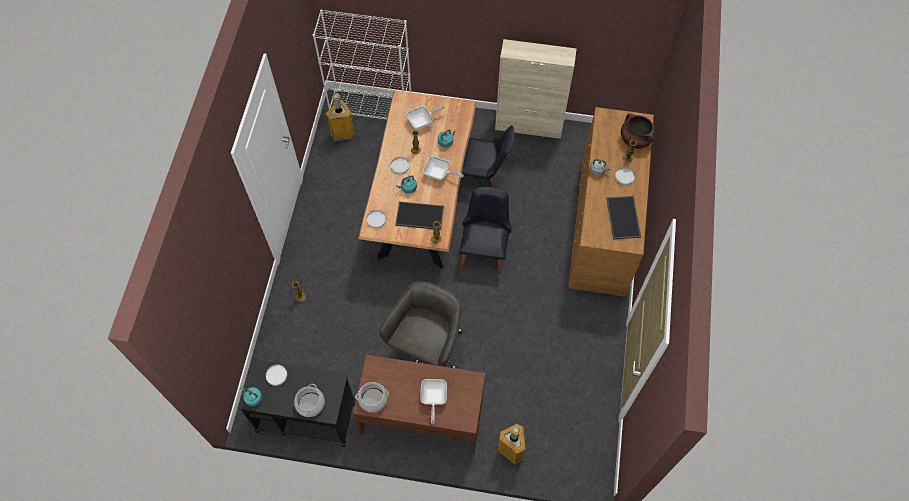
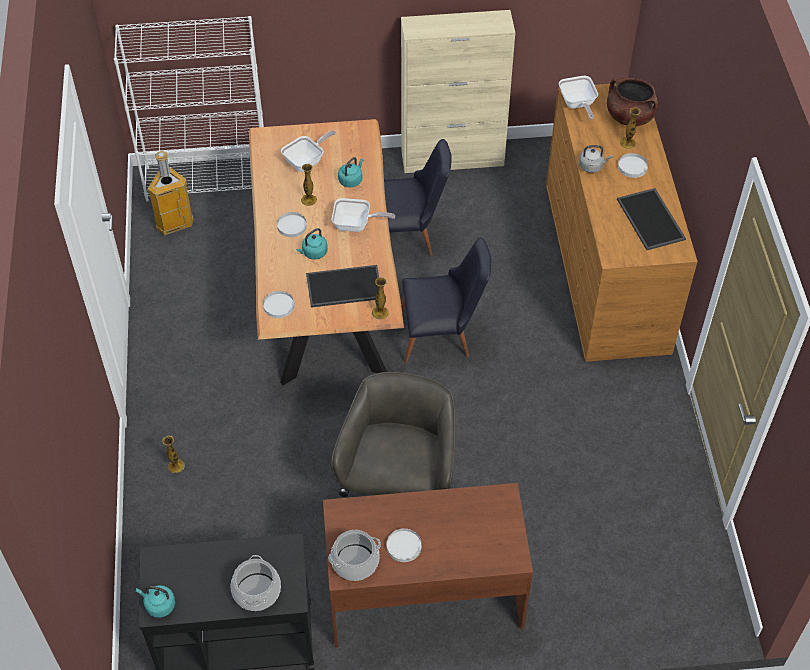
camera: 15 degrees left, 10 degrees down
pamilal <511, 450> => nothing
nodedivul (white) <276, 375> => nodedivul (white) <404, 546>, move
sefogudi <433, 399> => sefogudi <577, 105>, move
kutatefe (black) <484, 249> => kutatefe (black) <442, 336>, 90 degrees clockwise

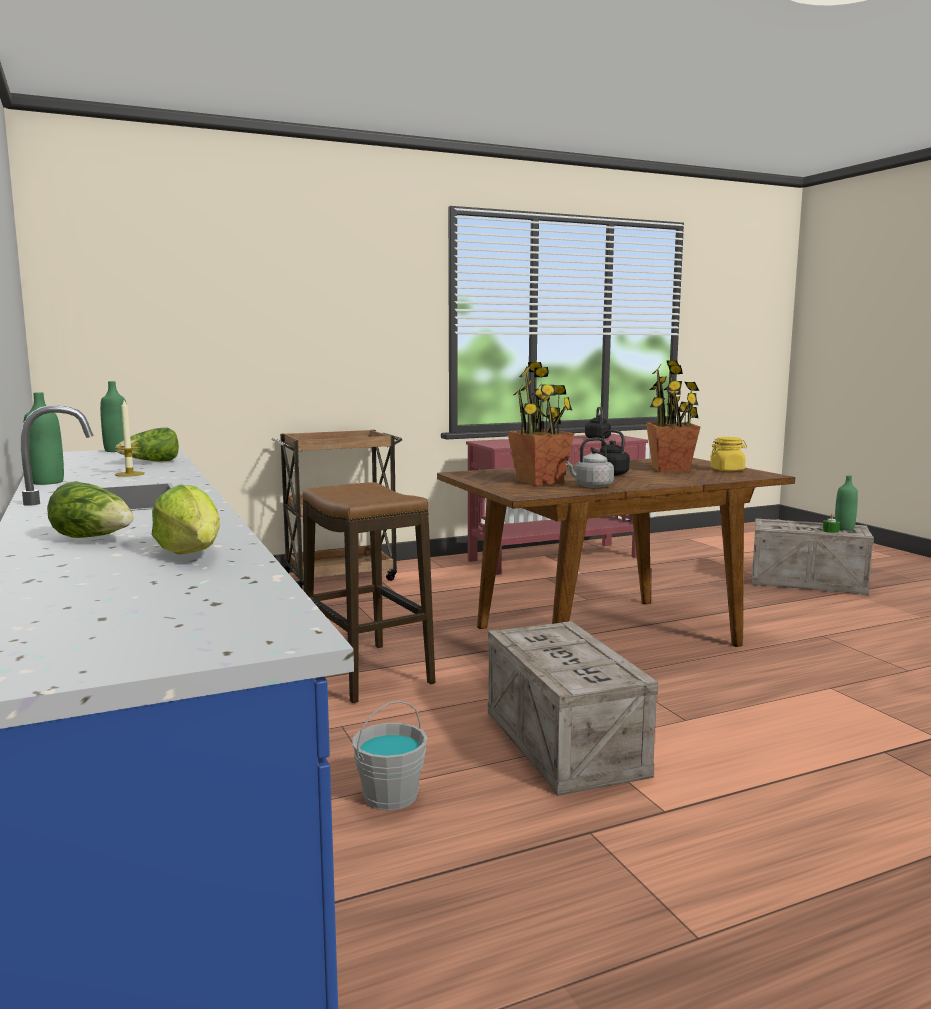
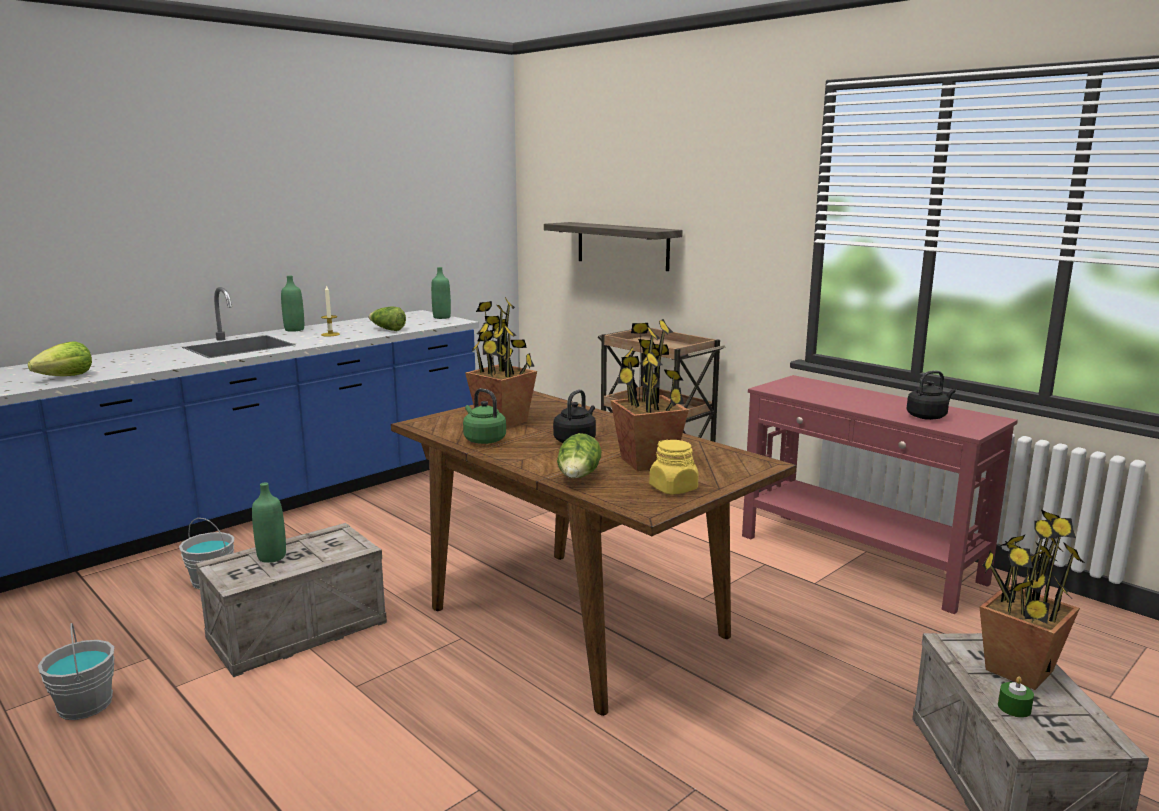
camera: 70 degrees right, 5 degrees up
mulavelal <367, 673> => nothing
nothing => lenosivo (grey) <86, 705>
nothing => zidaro <622, 245>
nothing => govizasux <1019, 670>
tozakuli <95, 538> => tozakuli <578, 477>, move
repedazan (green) <844, 528> => repedazan (green) <272, 557>, move
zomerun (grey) <591, 486> => zomerun (green) <483, 440>

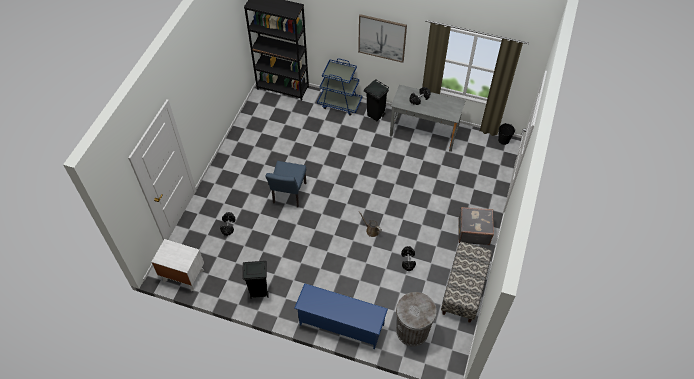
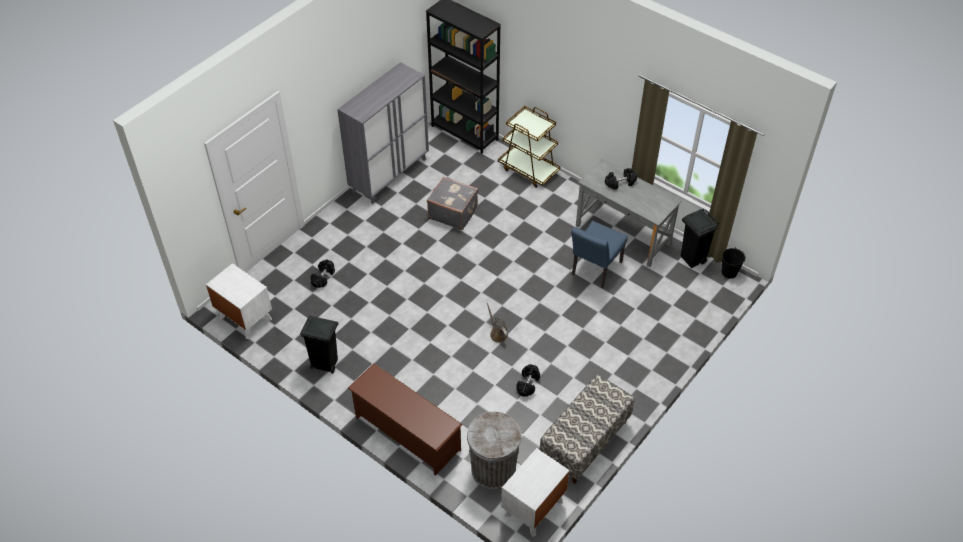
camera: 20 degrees right, 5 degrees down
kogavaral <382, 38> => nothing
nothing => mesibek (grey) <389, 175>
nothing => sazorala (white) <533, 508>
kutatefe (blue) <288, 195> => kutatefe (blue) <594, 270>, move
pamilal (black) <375, 115> => pamilal (black) <692, 259>, move
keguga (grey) <473, 231> => keguga (grey) <453, 212>, move
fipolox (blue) <341, 325> => fipolox (brown) <406, 433>
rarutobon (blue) <340, 103> => rarutobon (brown) <529, 170>

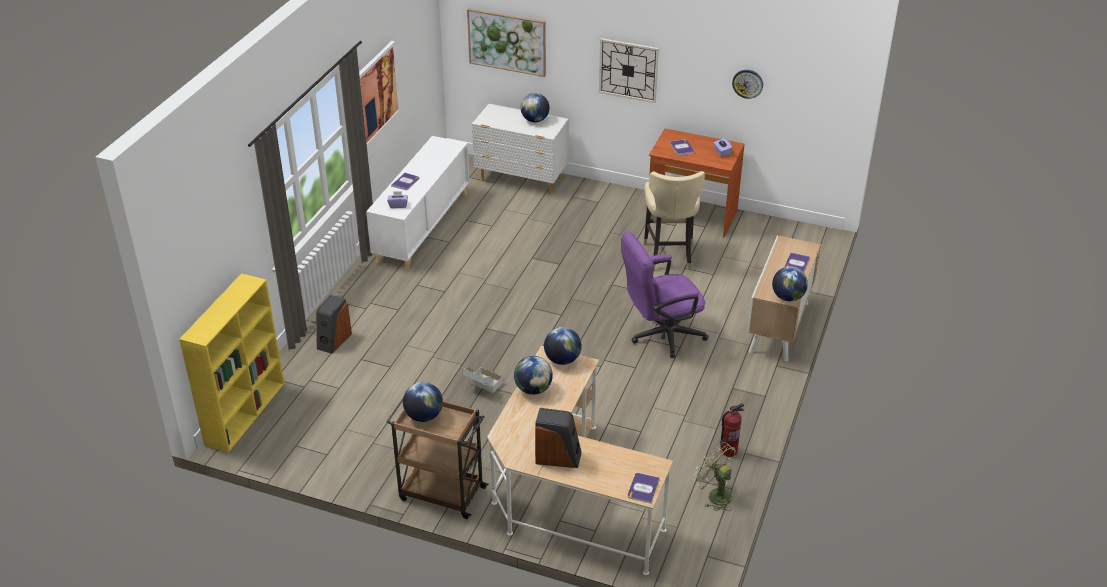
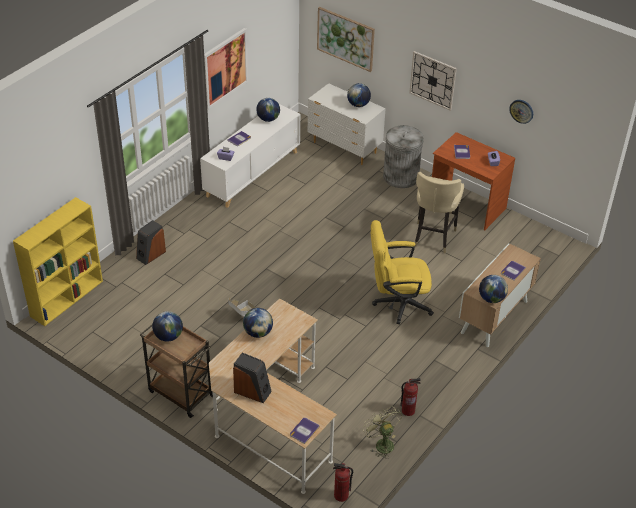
camera: 15 degrees right, 5 degrees up
nothing => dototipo <341, 496>
nothing => pamilal (grey) <401, 177>
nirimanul <562, 360> => nirimanul <268, 119>, move
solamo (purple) <660, 335> => solamo (yellow) <397, 303>

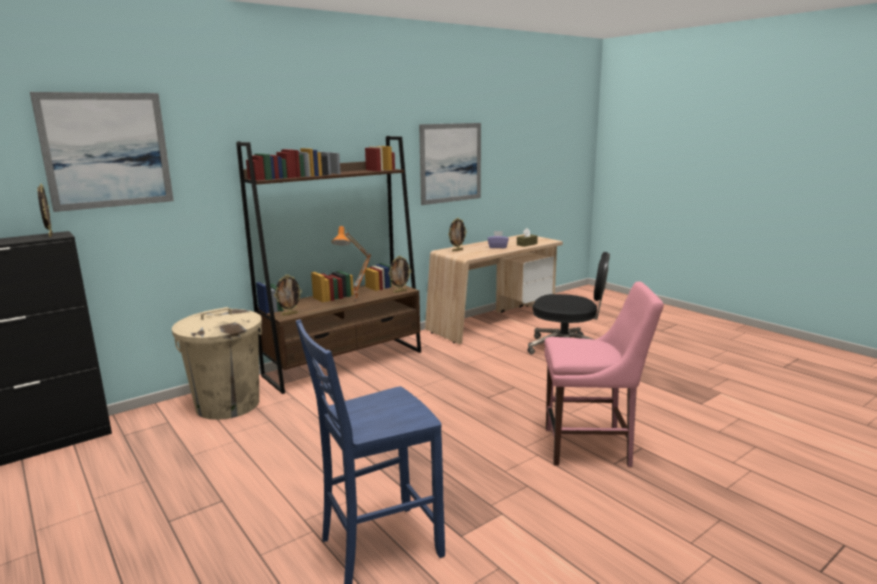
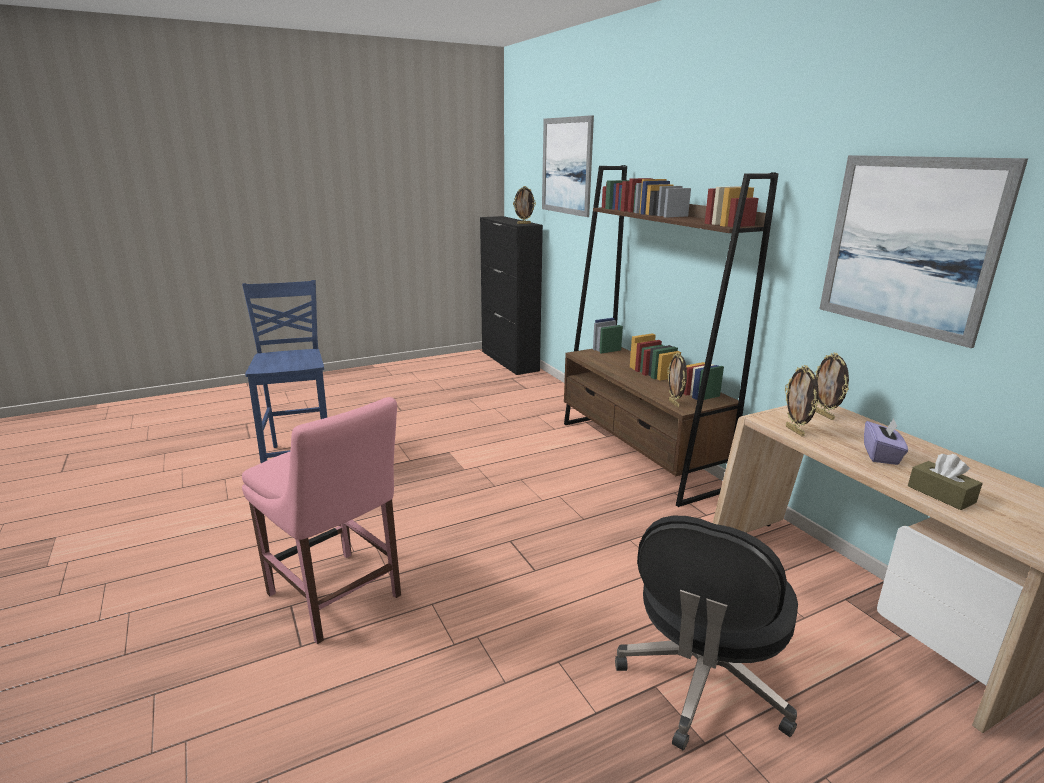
camera: 100 degrees right, 5 degrees up
pamilal (beige) <227, 404> => nothing
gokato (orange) <357, 300> => nothing
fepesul <289, 314> => fepesul <795, 431>, move
kutatefe (pink) <592, 447> => kutatefe (pink) <337, 598>, 60 degrees counterclockwise

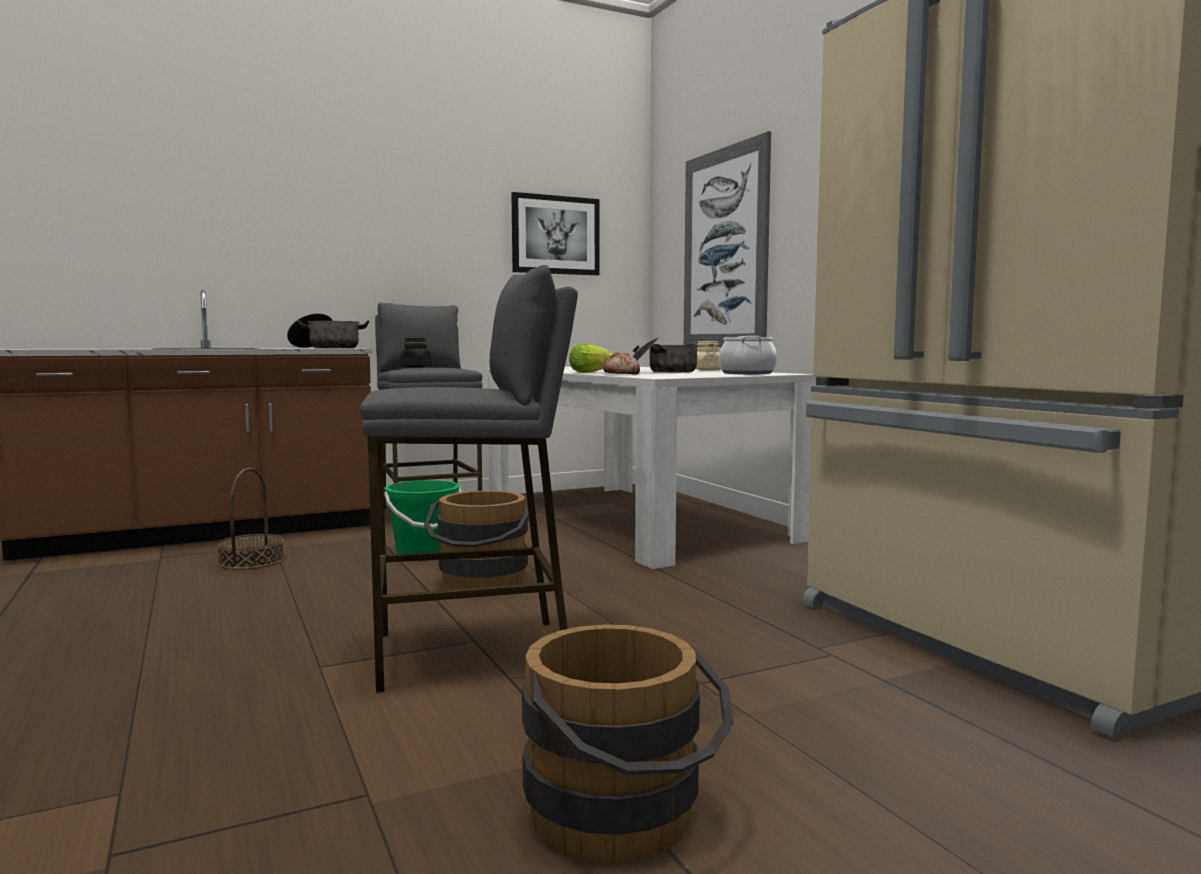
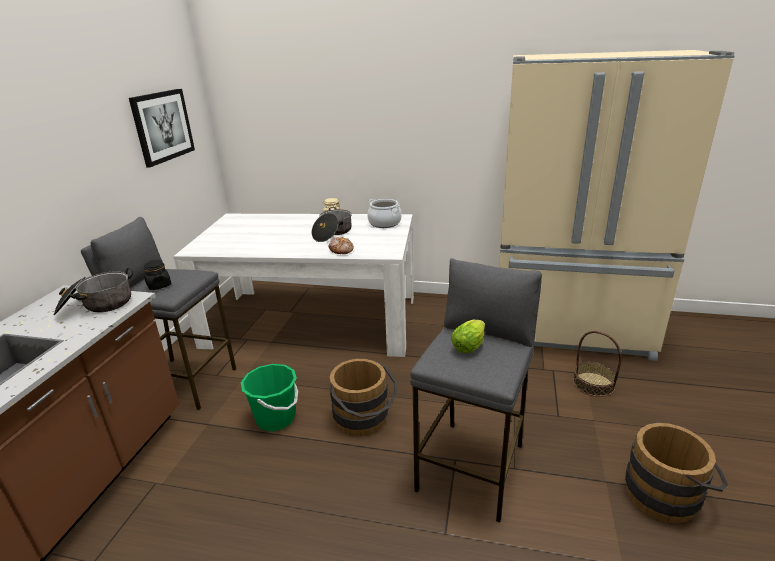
camera: 50 degrees left, 20 degrees up
kogavaral <725, 249> => nothing
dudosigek <251, 561> => dudosigek <593, 384>, move
tozakuli <592, 372> => tozakuli <470, 345>, move

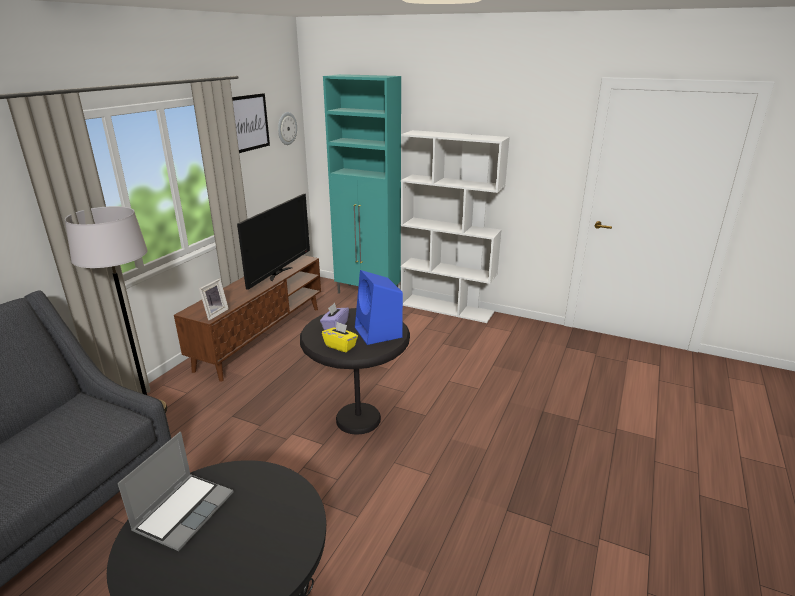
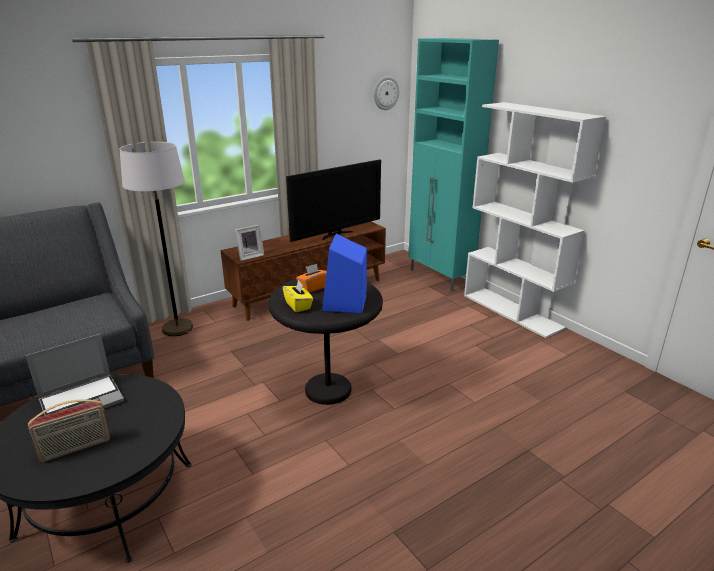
camera: 30 degrees right, 0 degrees up
kogavaral <249, 122> => nothing
nothing => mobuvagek <75, 448>
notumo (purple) <335, 326> => notumo (orange) <313, 287>

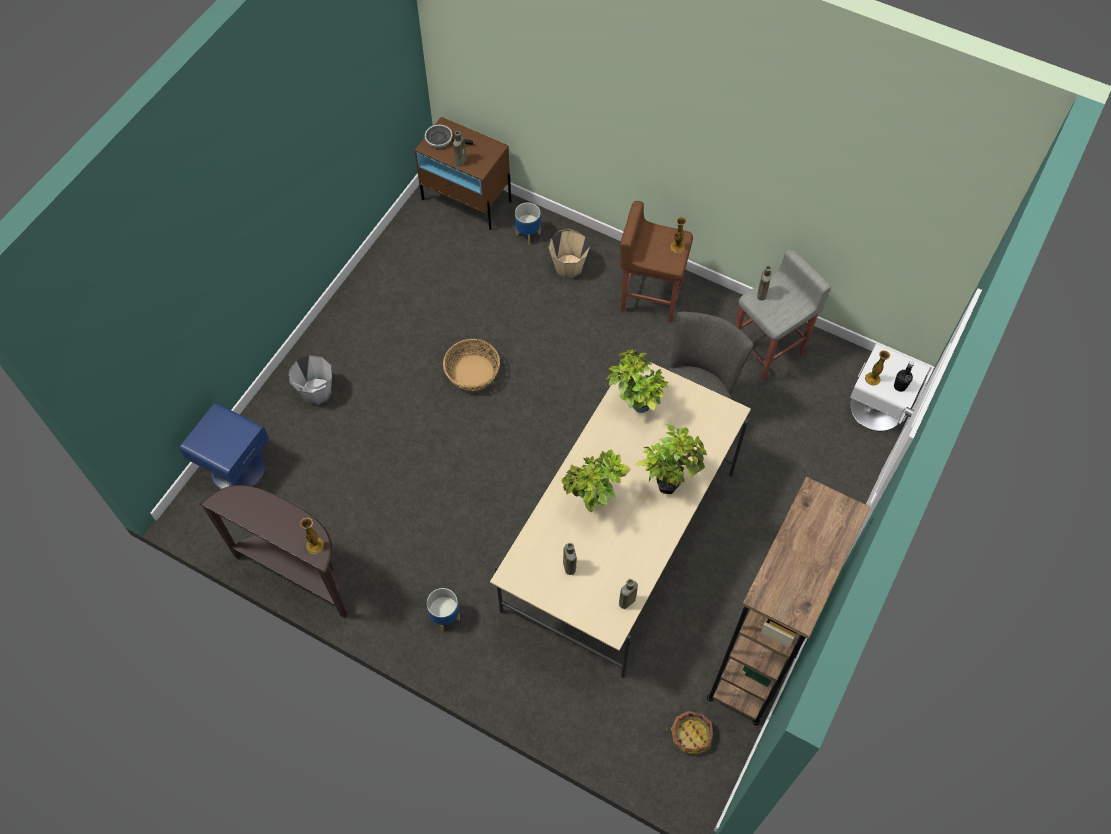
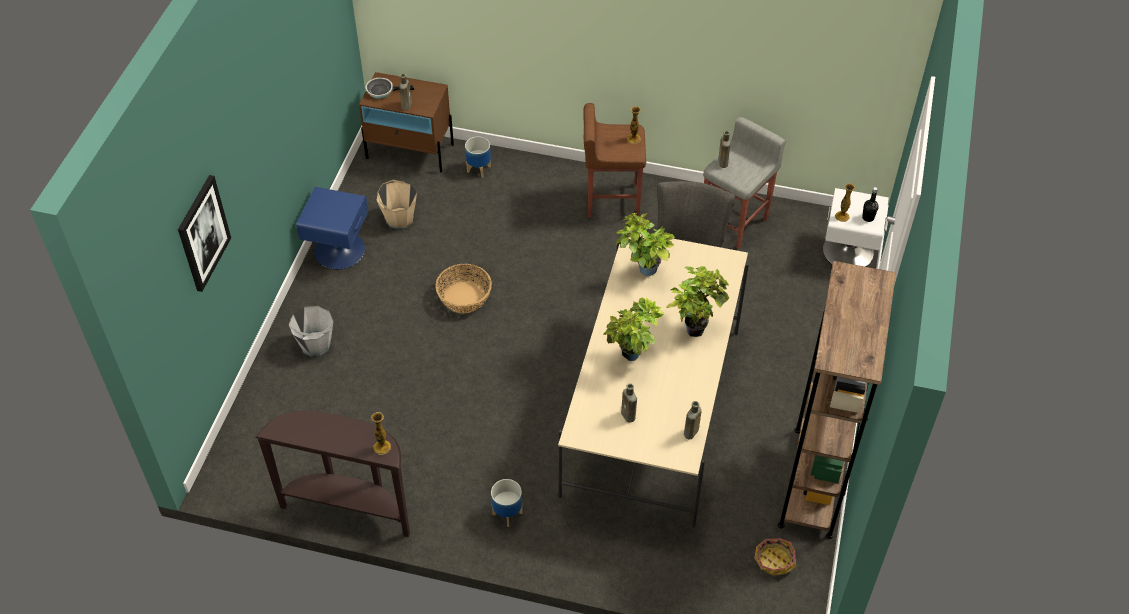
camera: 15 degrees left, 10 degrees down
nothing => kogavaral <203, 233>
sazorala (blue) <237, 467> => sazorala (blue) <338, 250>, move
lenosivo (beige) <568, 266> => lenosivo (beige) <399, 218>, move

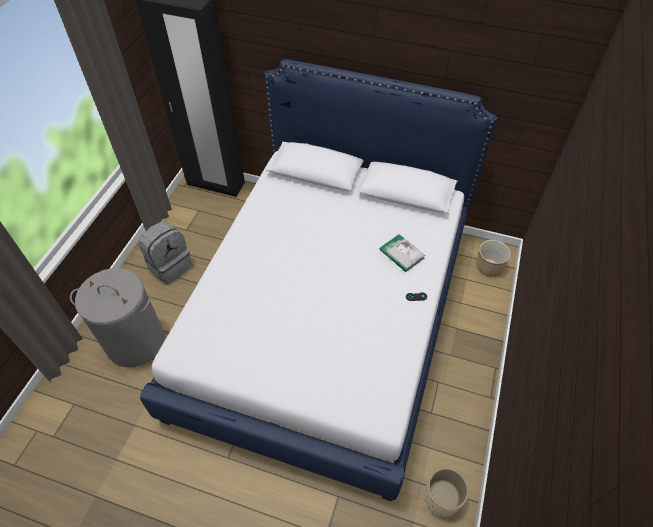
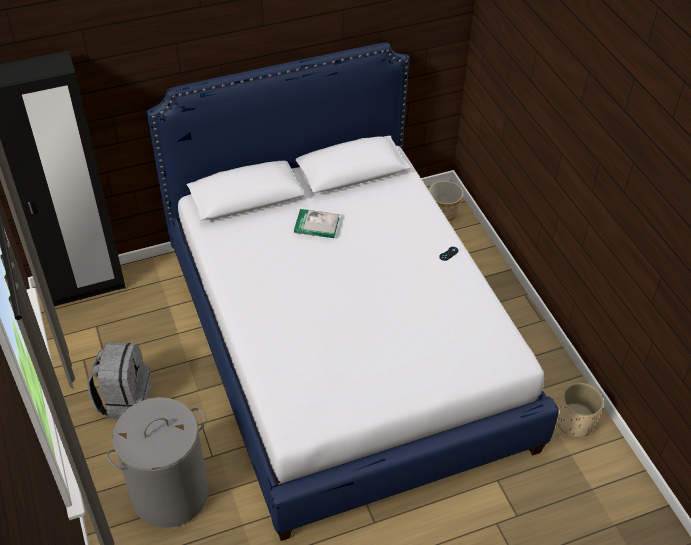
camera: 40 degrees left, 5 degrees down
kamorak <401, 254> => kamorak <316, 225>, move

